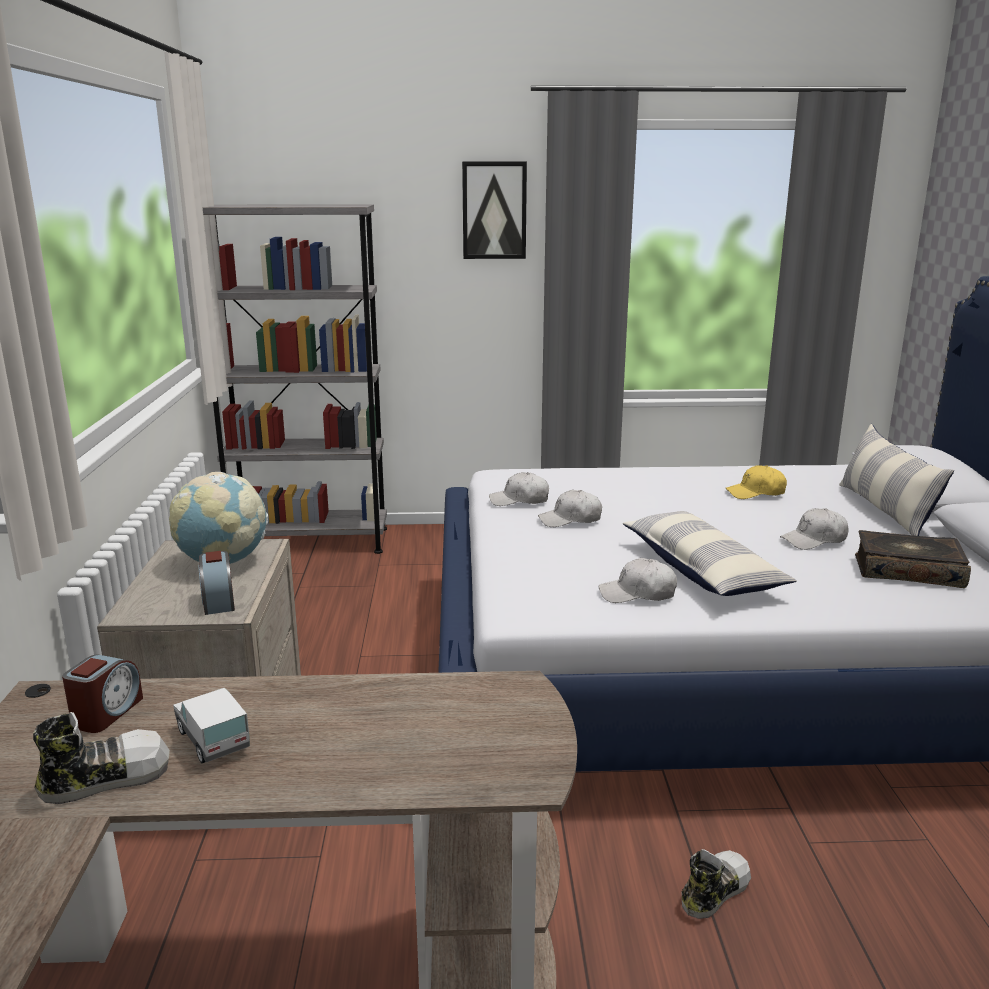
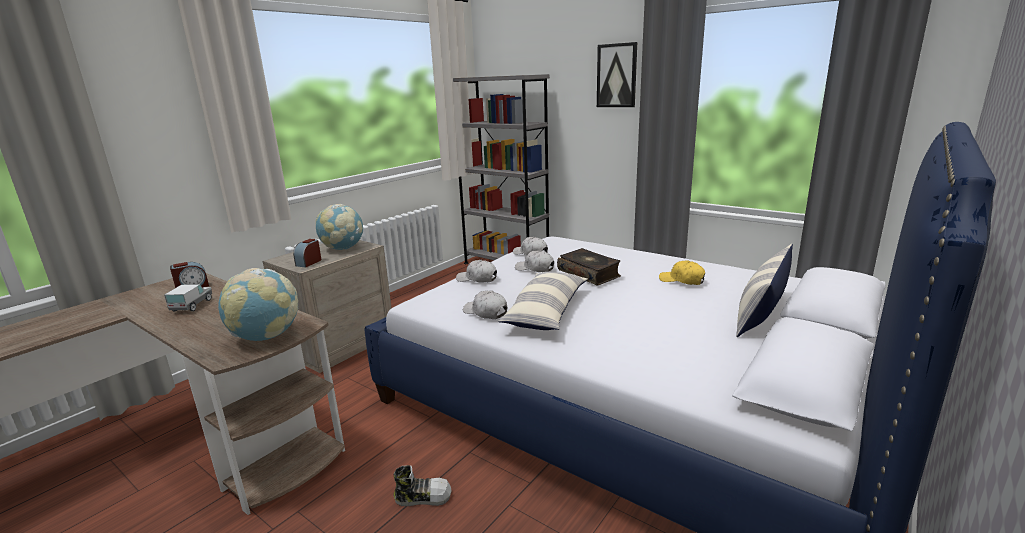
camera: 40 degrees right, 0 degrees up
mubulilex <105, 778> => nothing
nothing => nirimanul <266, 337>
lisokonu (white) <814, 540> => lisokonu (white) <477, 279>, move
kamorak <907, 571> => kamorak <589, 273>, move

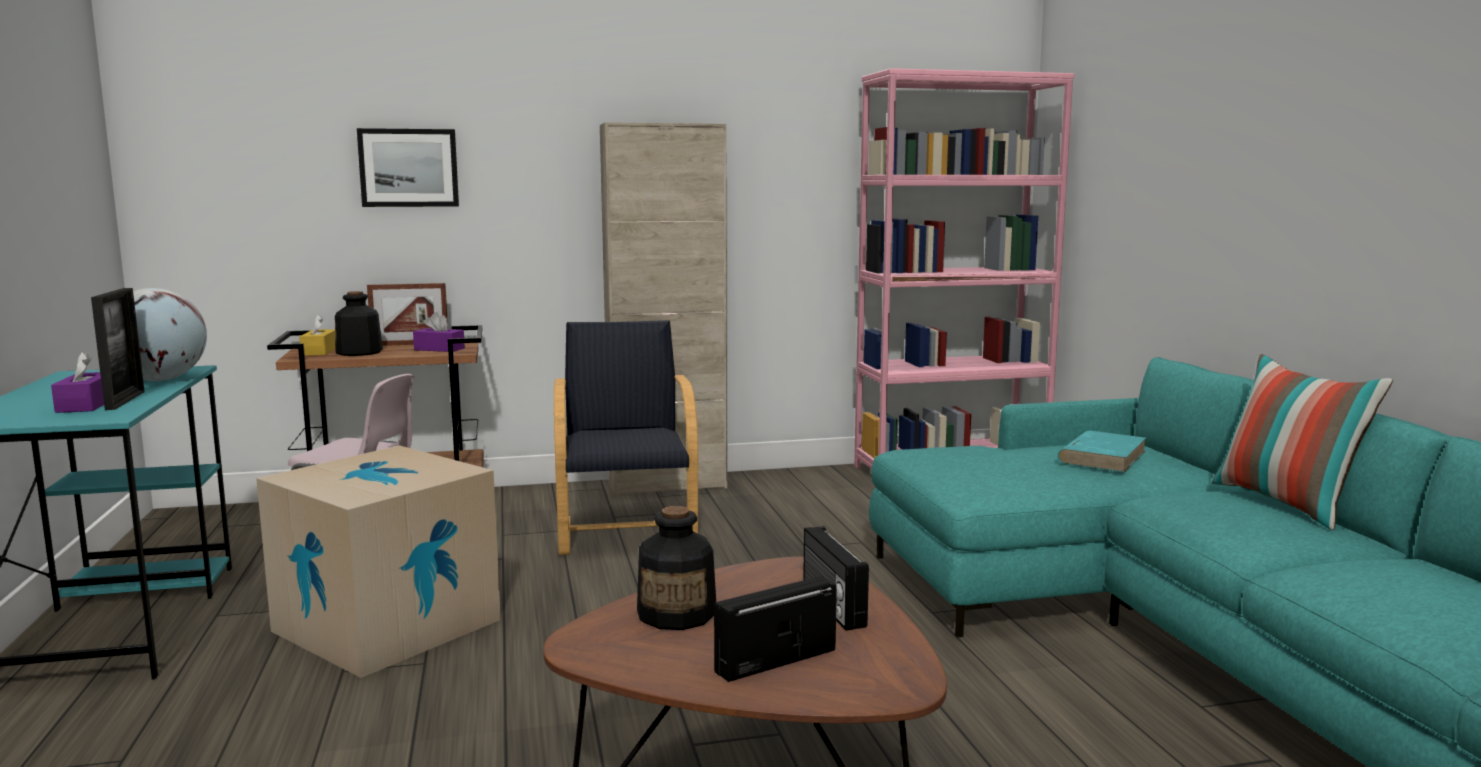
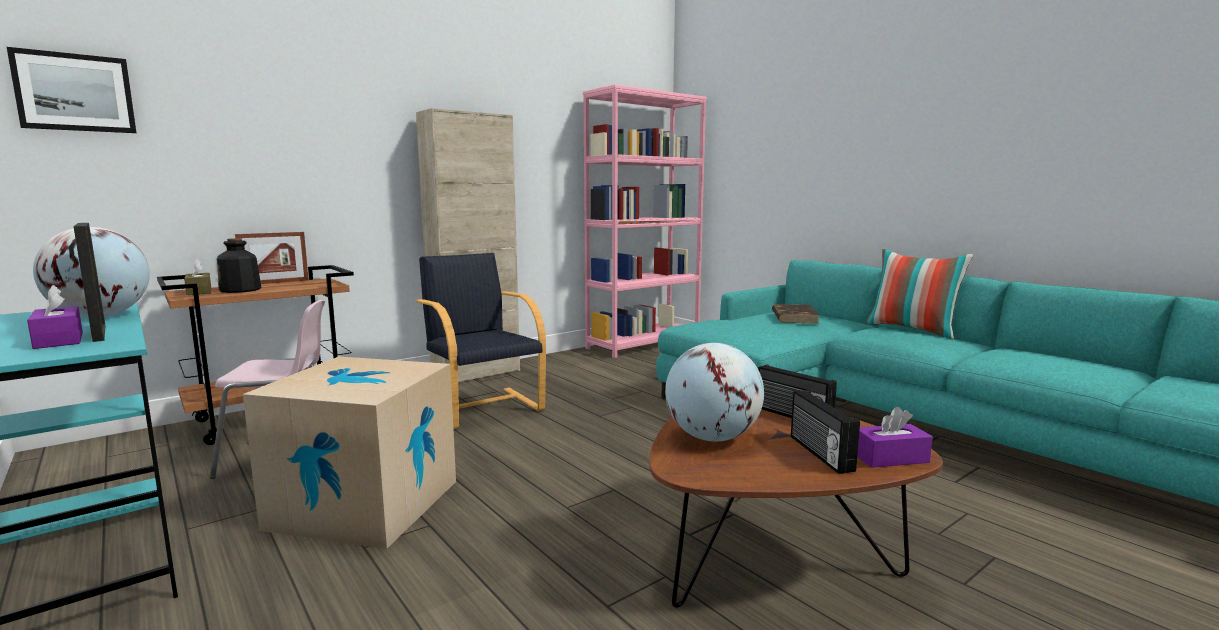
camera: 25 degrees left, 0 degrees up
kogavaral <409, 168> => kogavaral <75, 92>, move
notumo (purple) <439, 349> => notumo (purple) <890, 458>, move
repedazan <677, 614> => nirimanul <712, 438>
notumo (yellow) <319, 351> => notumo (brown) <199, 291>
kamorak (turquoise) <1102, 456> => kamorak (brown) <794, 317>
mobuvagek <774, 660> => mobuvagek <819, 453>, 45 degrees counterclockwise

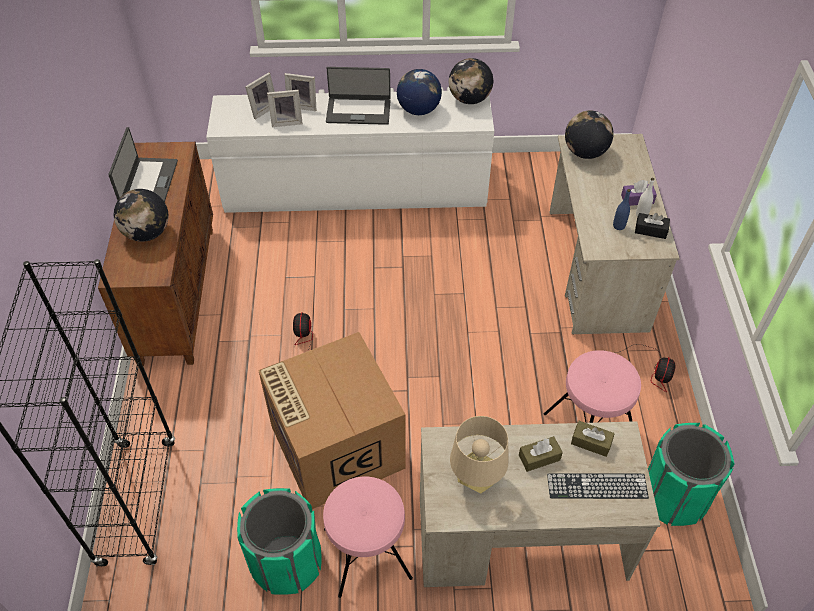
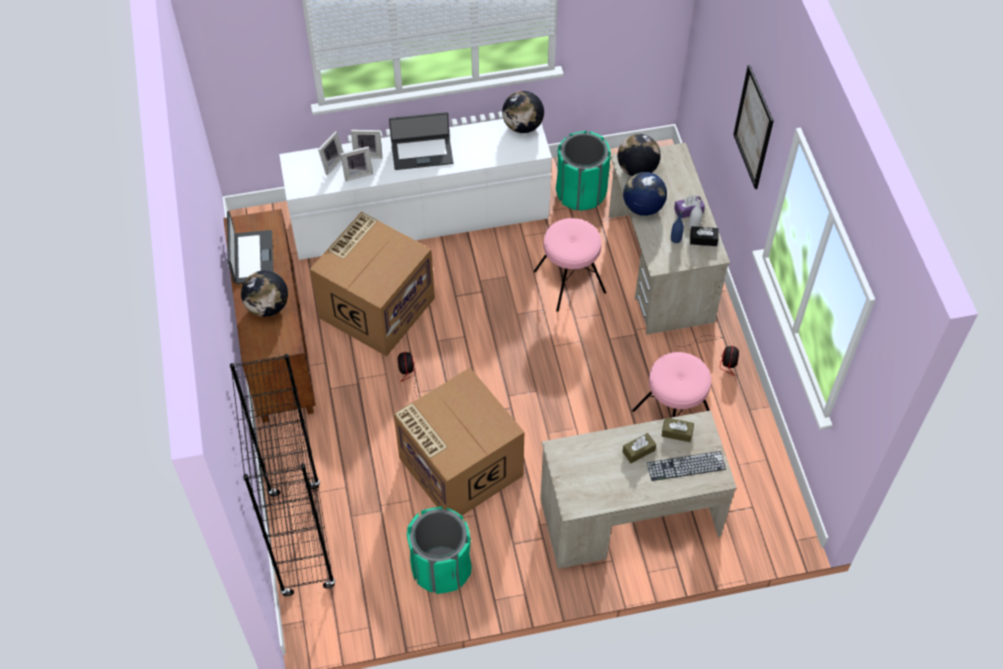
camera: 10 degrees left, 5 degrees up
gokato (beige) <476, 479> => nothing
nothing => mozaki <376, 306>
nothing => kogavaral <753, 127>
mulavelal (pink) <367, 553> => mulavelal (pink) <569, 282>, move
nirimanul <418, 110> => nirimanul <642, 207>, move
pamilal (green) <674, 496> => pamilal (green) <581, 192>, move

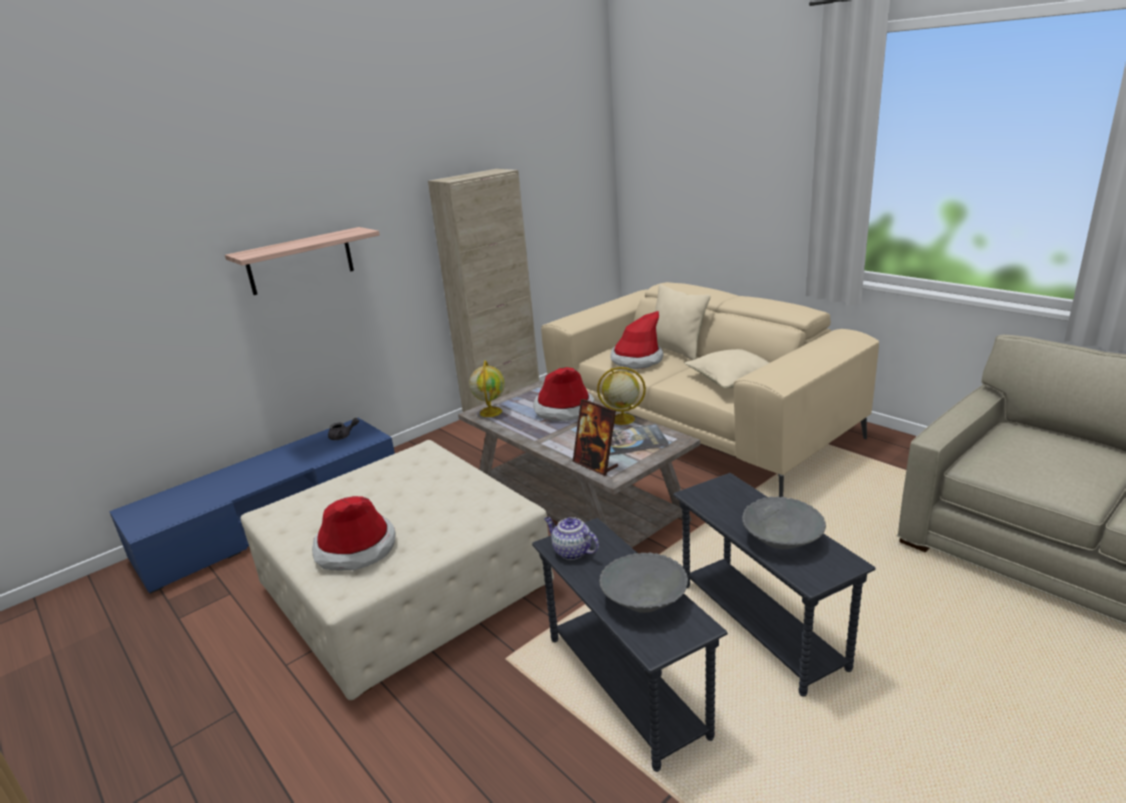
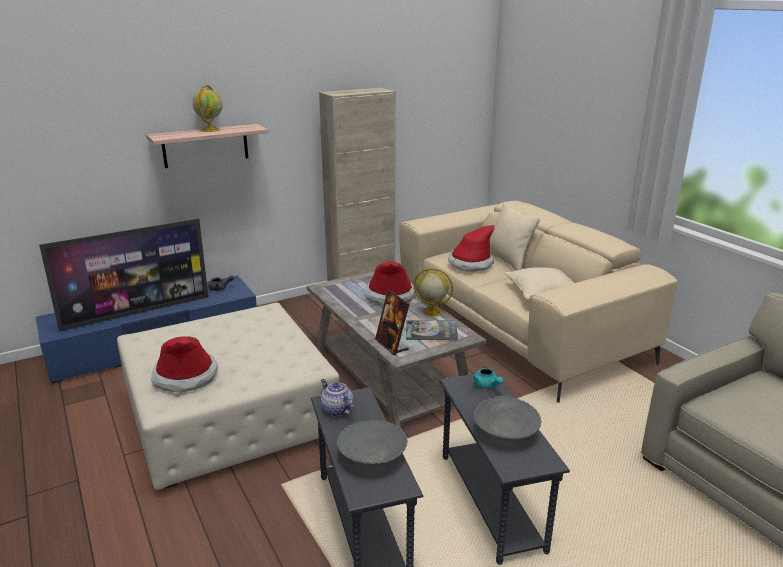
camera: 10 degrees right, 0 degrees up
nothing => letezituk <137, 312>
nothing => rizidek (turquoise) <487, 385>
nirimanul <490, 412> => nirimanul <210, 130>, move

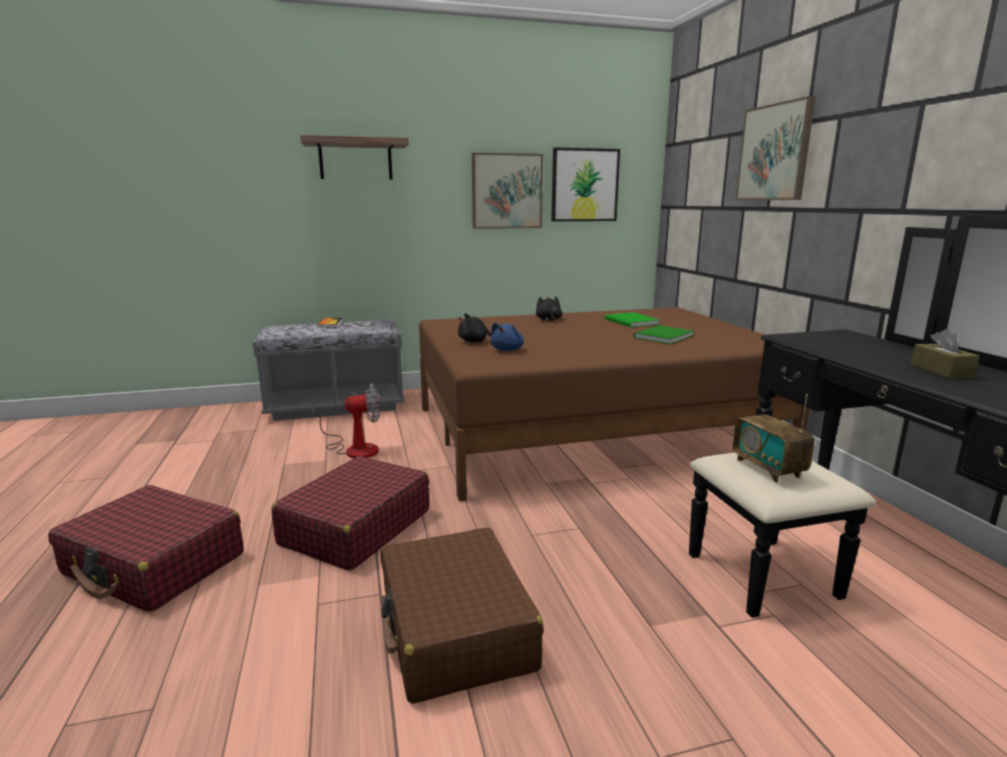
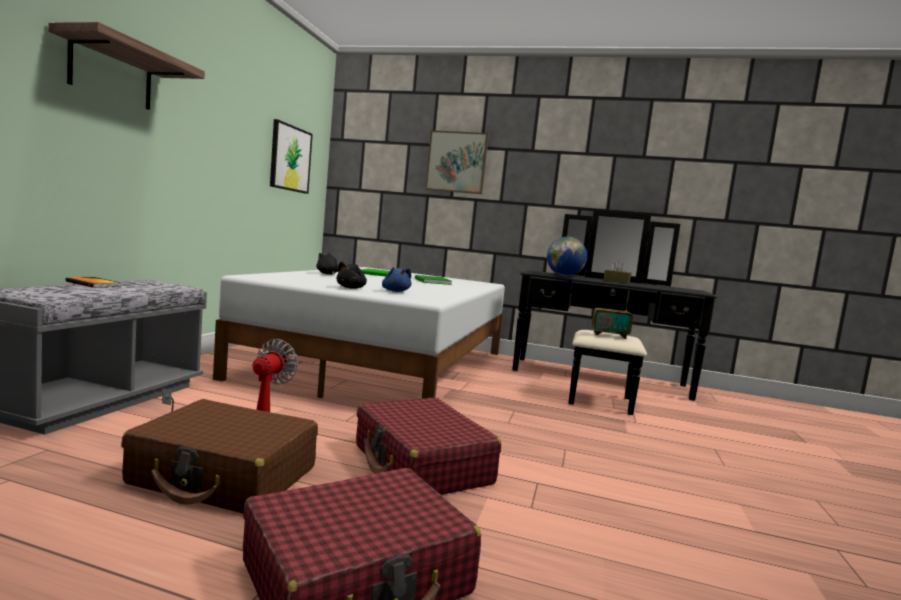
camera: 60 degrees left, 10 degrees down
kogavaral <507, 191> => nothing
nothing => nirimanul <564, 276>
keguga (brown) <455, 629> => keguga (brown) <225, 476>, move
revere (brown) <591, 430> => revere (white) <384, 364>

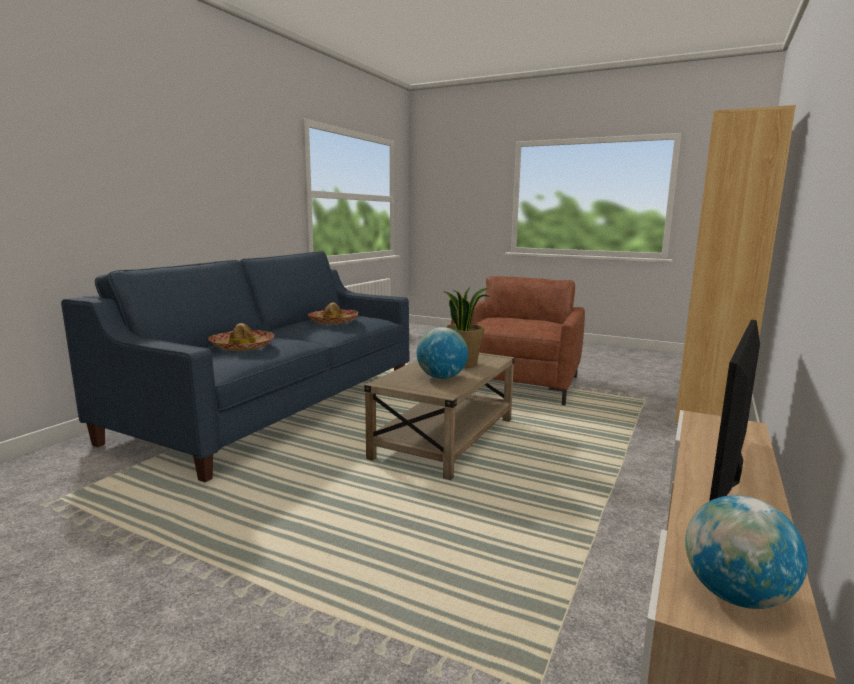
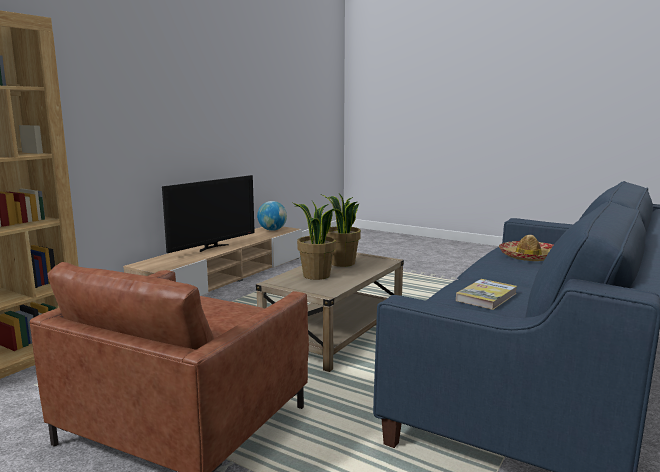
camera: 175 degrees left, 0 degrees up
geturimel <333, 322> => kamorak <486, 297>
nirimanul <441, 377> => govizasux <342, 263>

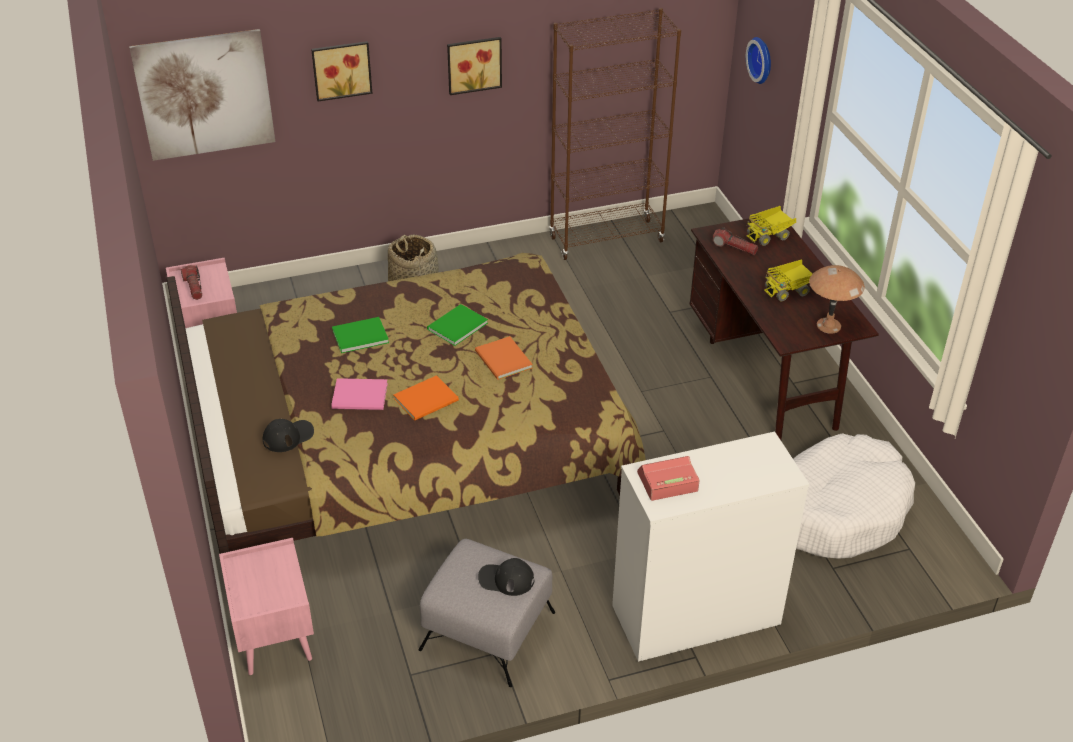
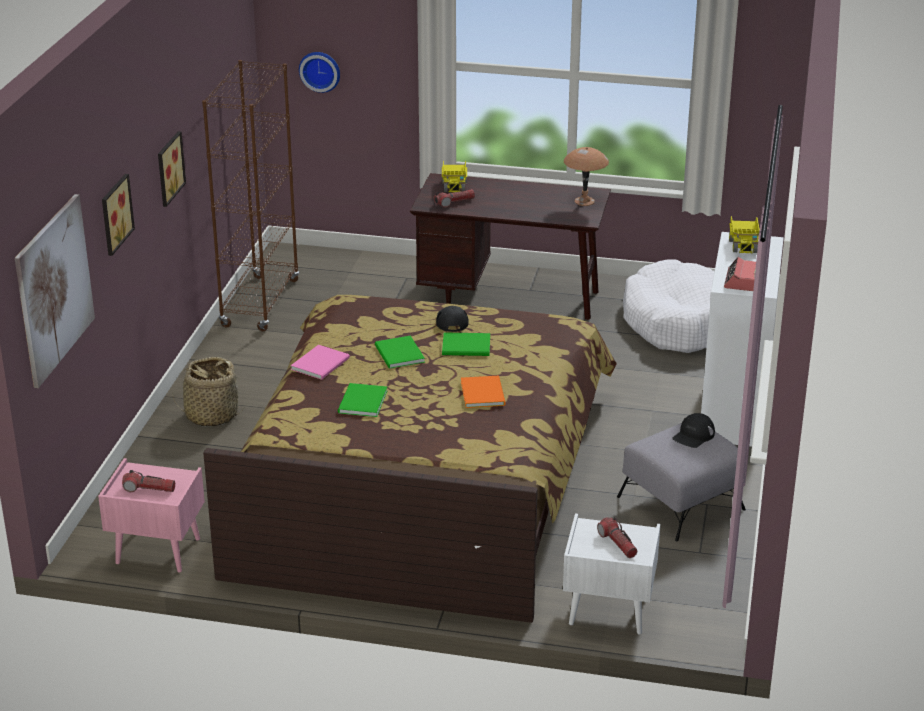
camera: 60 degrees left, 10 degrees down
nothing => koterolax <617, 544>
lisokonu (black) <288, 436> => lisokonu (black) <451, 321>, move
kamorak (pink) <361, 397> => kamorak (pink) <322, 363>, move
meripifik <788, 290> => meripifik <744, 245>, move
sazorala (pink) <273, 638> => sazorala (white) <607, 611>
kamorak (orange) <503, 361> => kamorak (green) <467, 347>

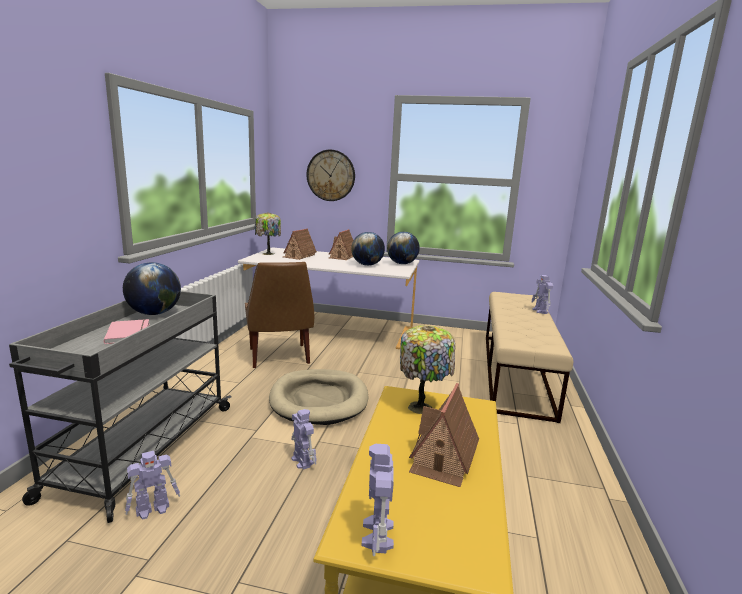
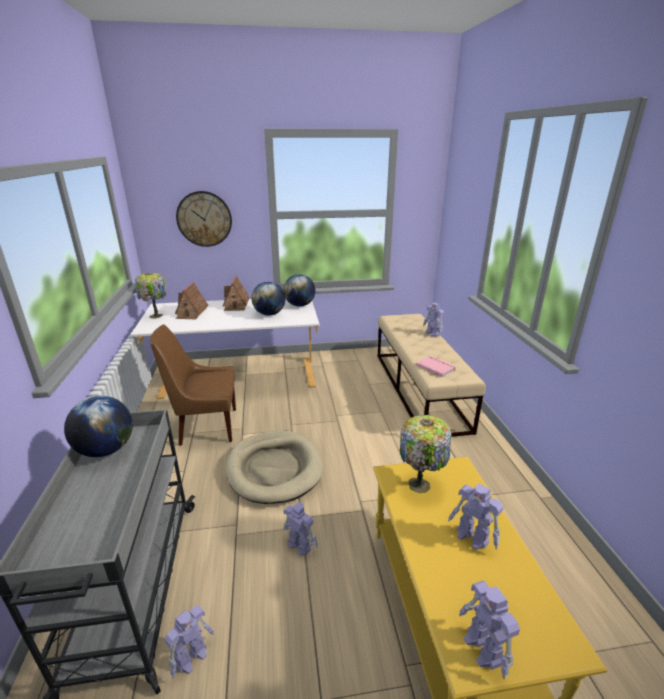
camera: 20 degrees left, 10 degrees up
kamorak (pink) <130, 333> => kamorak (pink) <436, 367>, move
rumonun <443, 457> => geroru <472, 538>
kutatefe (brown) <279, 357> => kutatefe (brown) <206, 426>, 120 degrees clockwise

